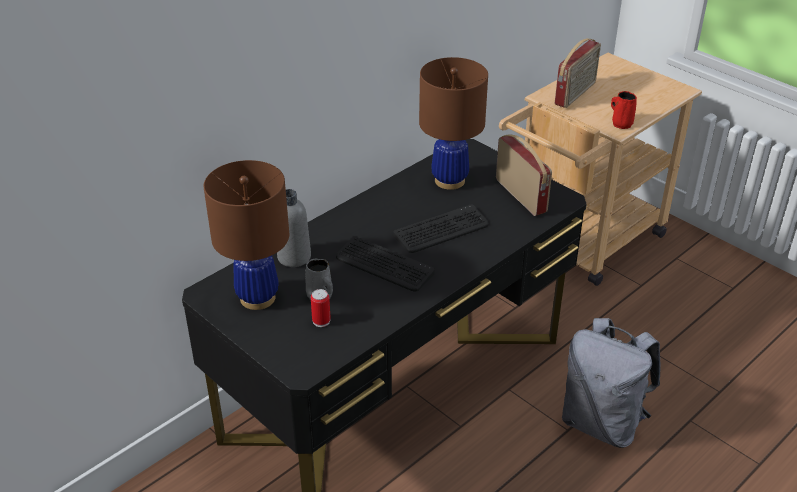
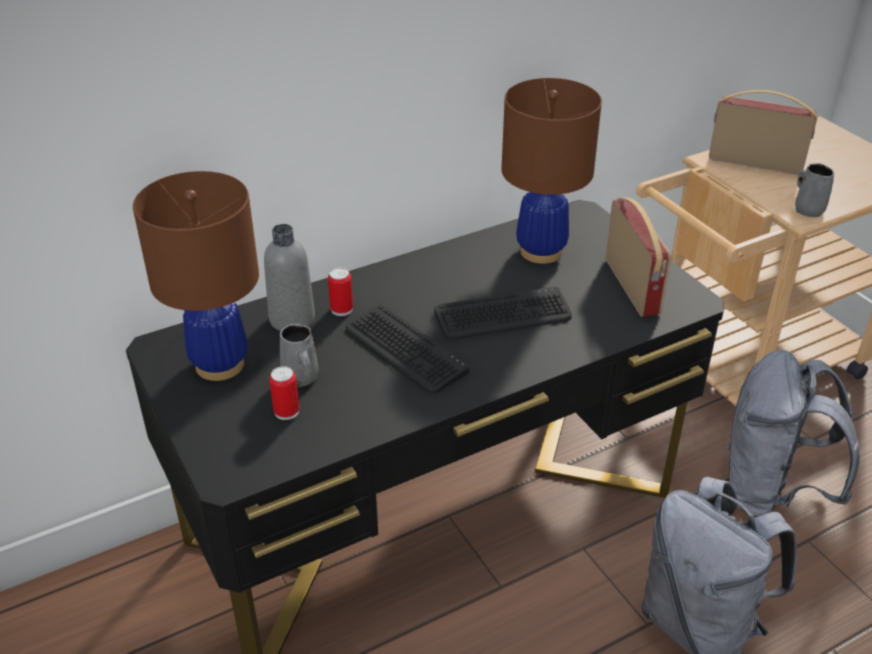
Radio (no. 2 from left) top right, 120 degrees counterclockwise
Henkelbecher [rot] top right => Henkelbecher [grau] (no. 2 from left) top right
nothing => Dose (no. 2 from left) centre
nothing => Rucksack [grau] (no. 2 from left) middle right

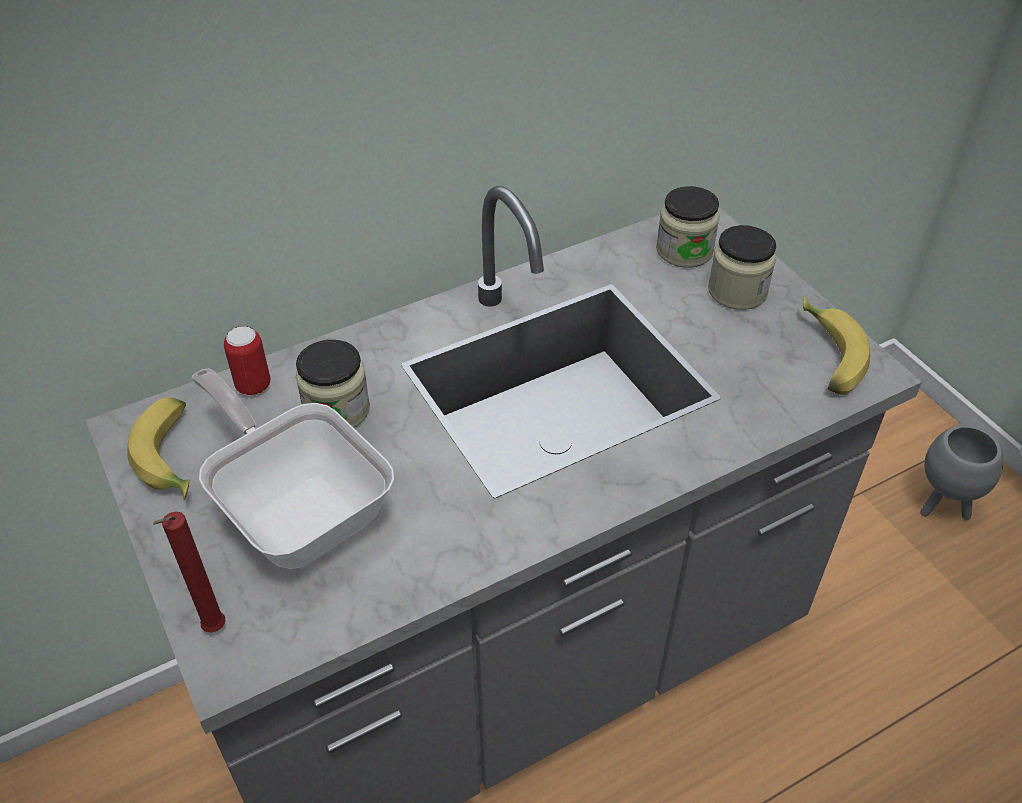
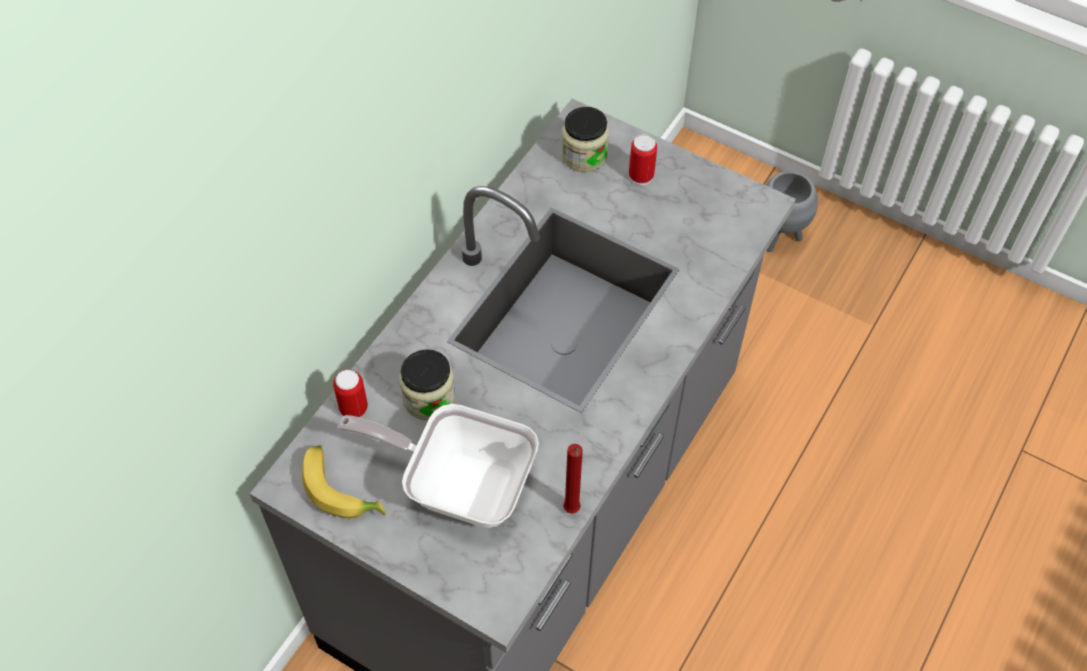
Kerze [rot] bottom left => Kerze [rot] bottom centre, shifted
Vorratsglas (no. 3 from left) top right => Dose (no. 2 from left) top centre
Banane (no. 2 from left) middle right => nothing

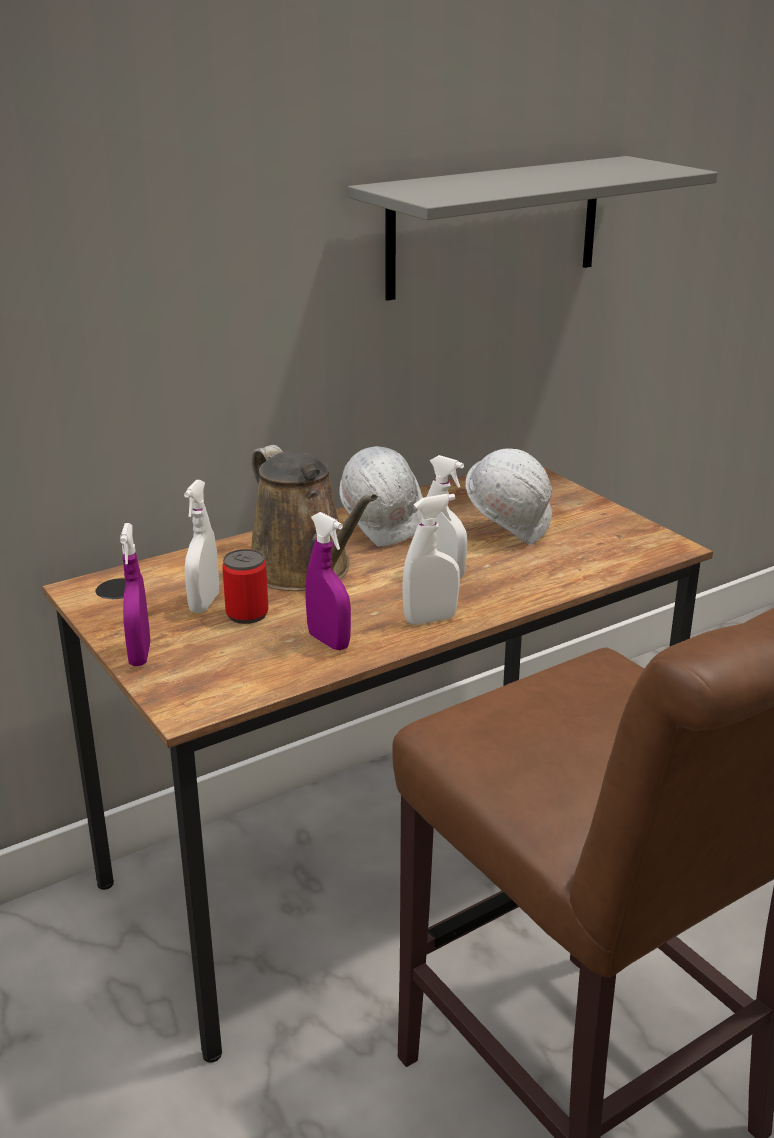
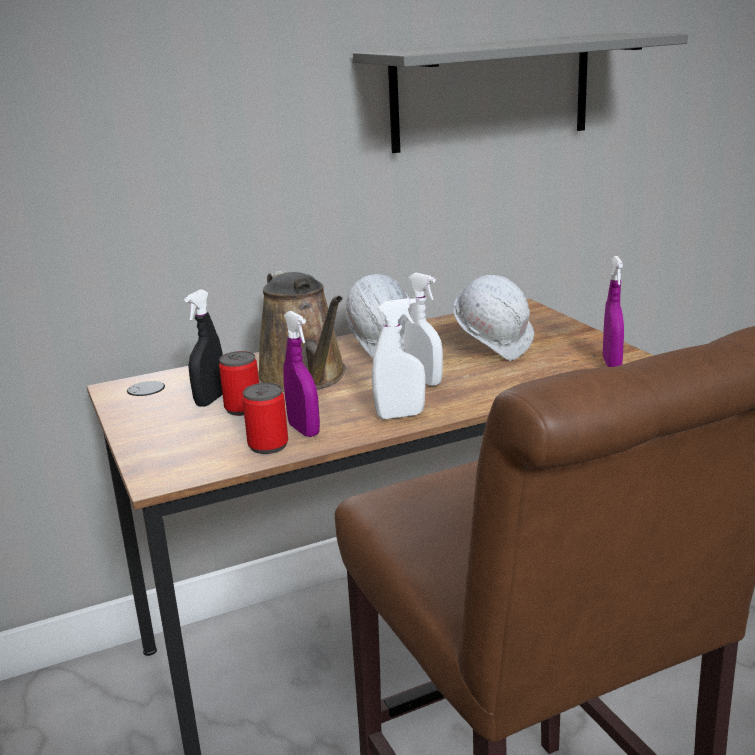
Sprühflasche [lila] (no. 1 from left in the first image) middle left => Sprühflasche [lila] (no. 2 from left) middle right, shifted
Sprühflasche [weiß] (no. 1 from left) middle left => Sprühflasche [schwarz] middle left
nothing => Dose (no. 2 from left) centre

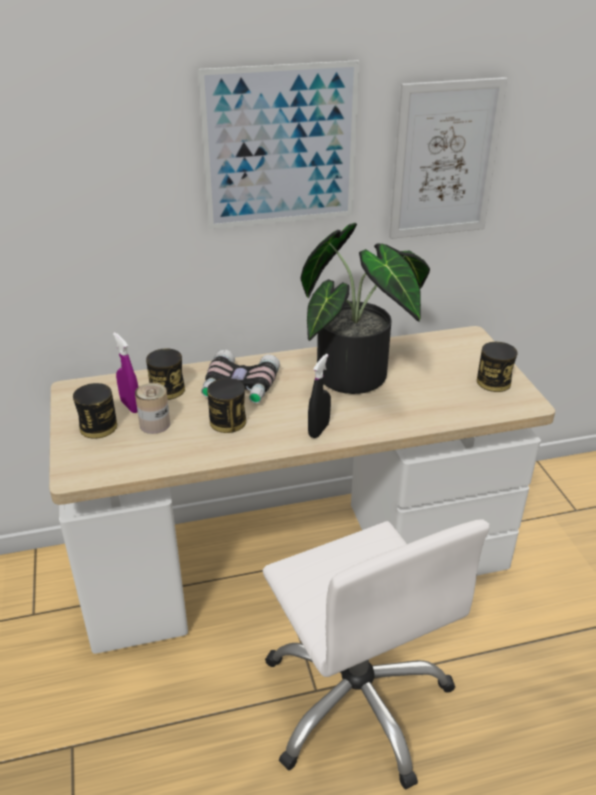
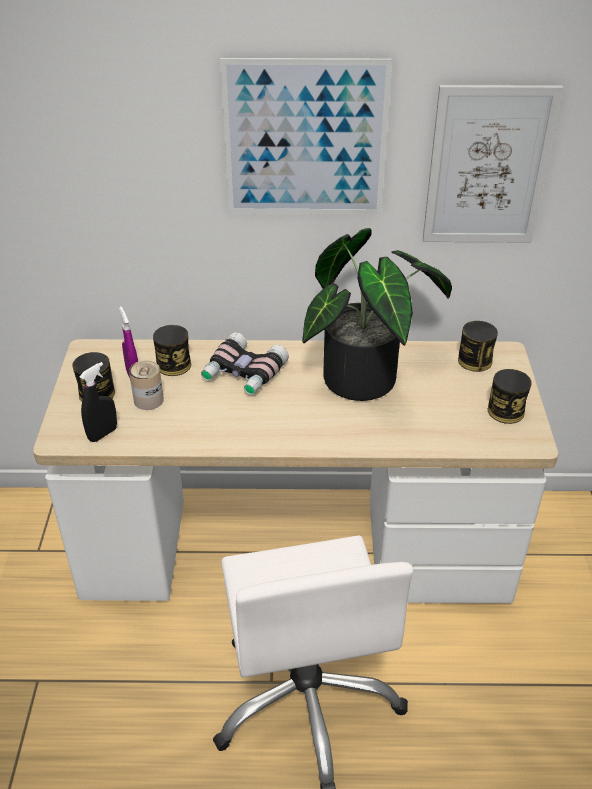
Dose (no. 4 from left) centre => Dose (no. 4 from left) middle right, shifted
Sprühflasche [schwarz] centre => Sprühflasche [schwarz] middle left, shifted

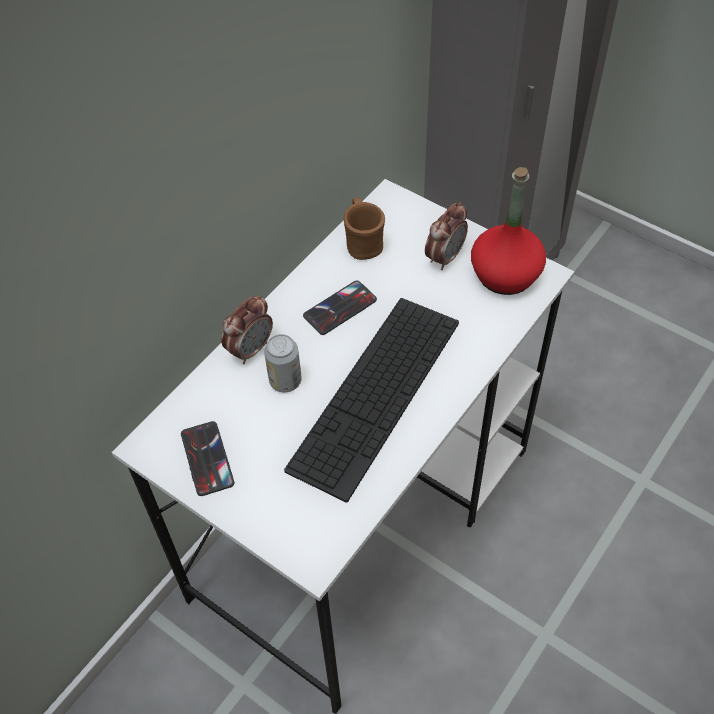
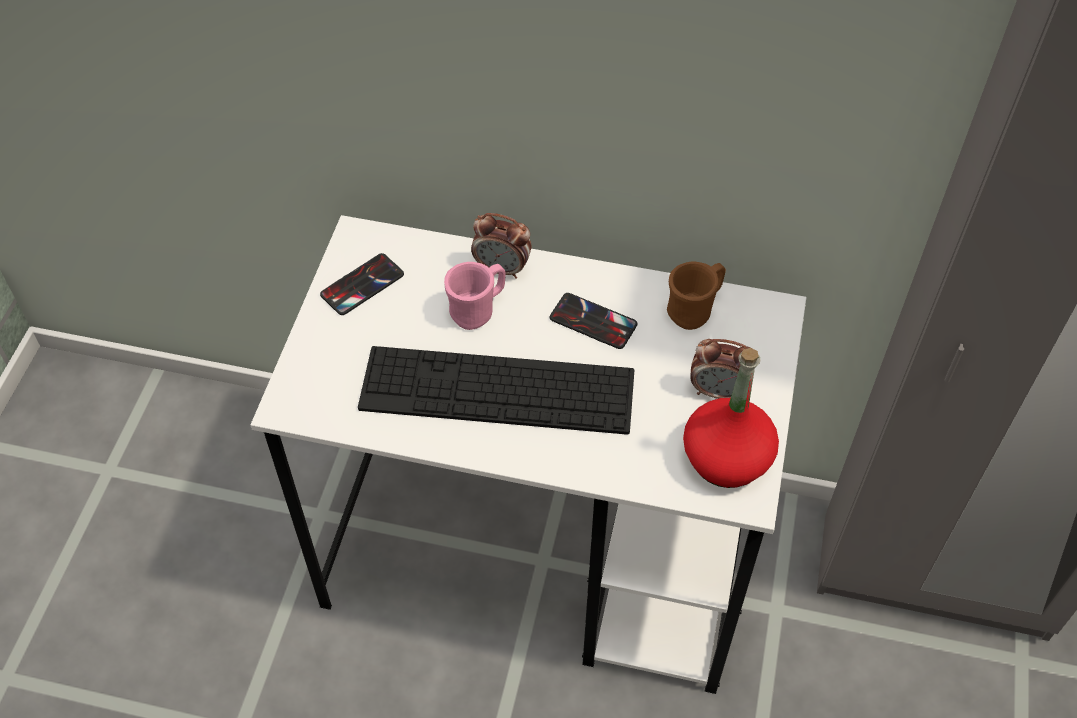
Dose centre => Henkelbecher [rosa] centre

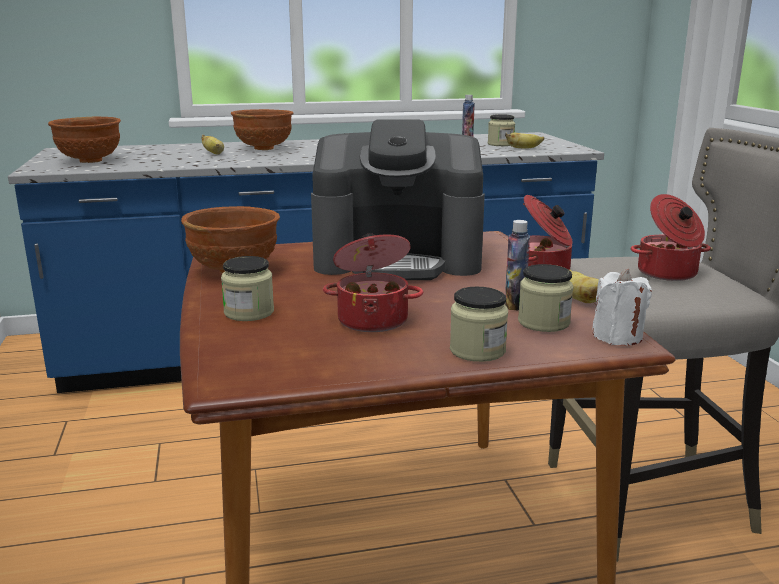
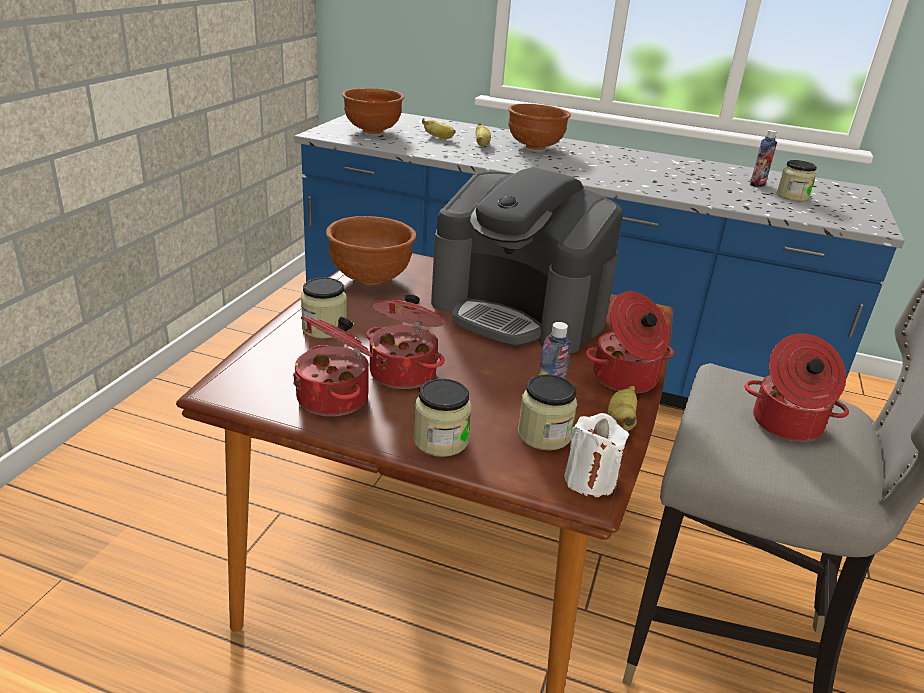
Banane (no. 2 from left in the first image) top right => Banane (no. 1 from left) top centre, shifted
nothing => Kochtopf (no. 1 from left) centre

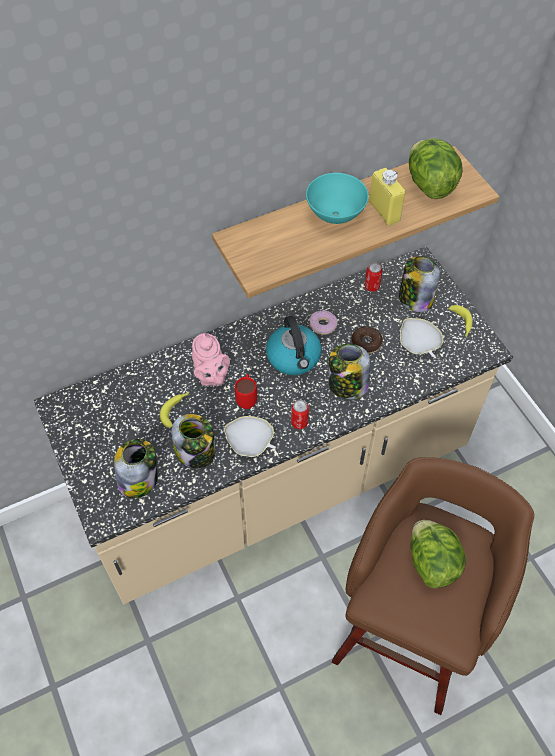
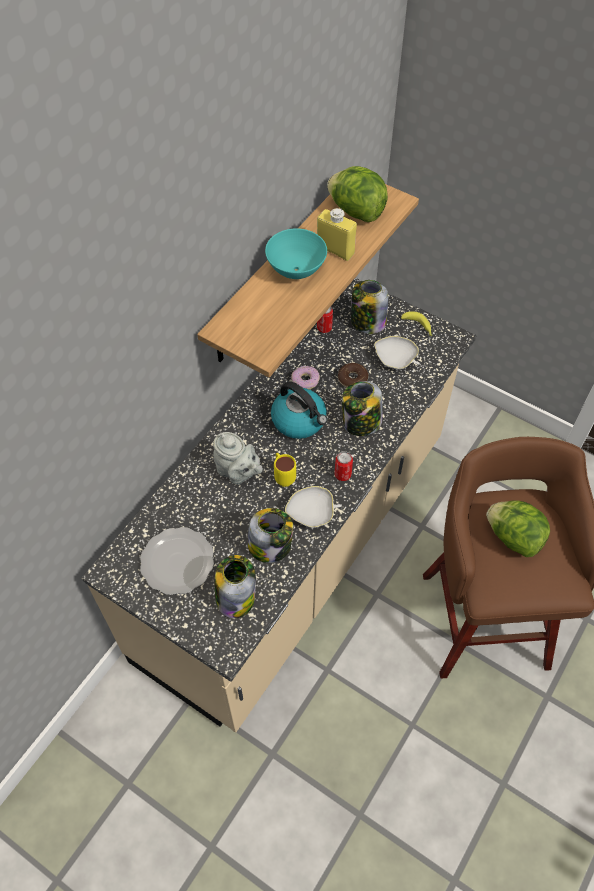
Banane (no. 1 from left) middle left => nothing
Teekanne [rosa] centre => Teekanne [grau] centre
Henkelbecher [rot] centre => Henkelbecher [gelb] centre
nothing => Teller middle left

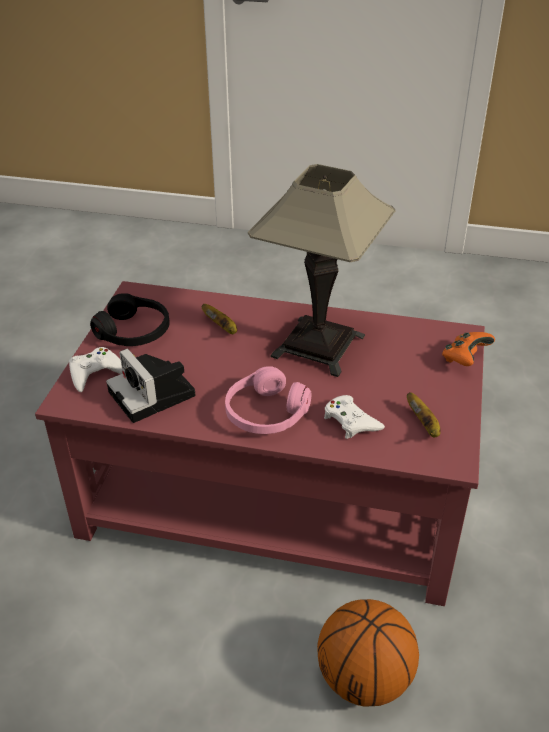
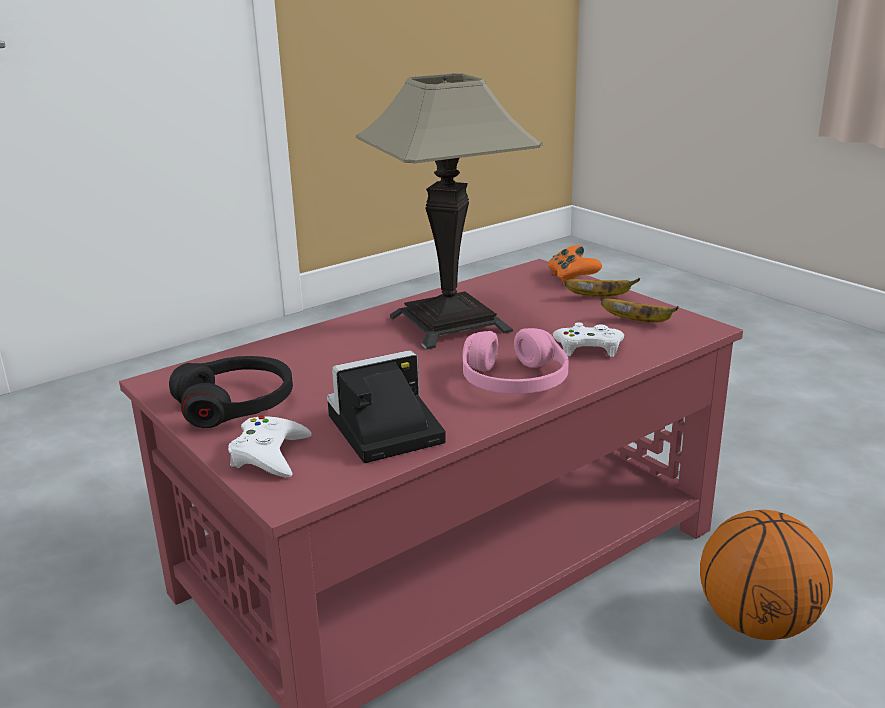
Kamera middle left => Kamera centre, 150 degrees clockwise
Banane (no. 1 from left) centre => Banane (no. 1 from left) middle right, shifted

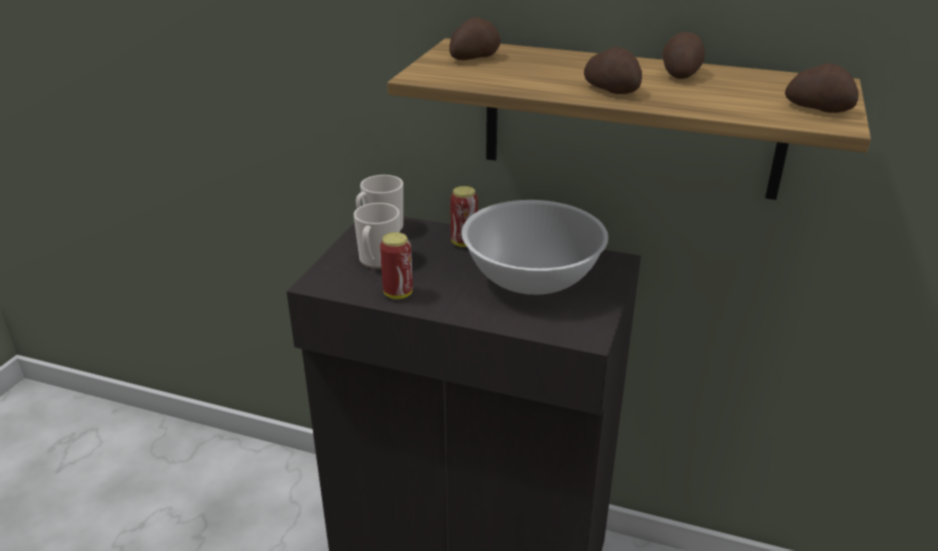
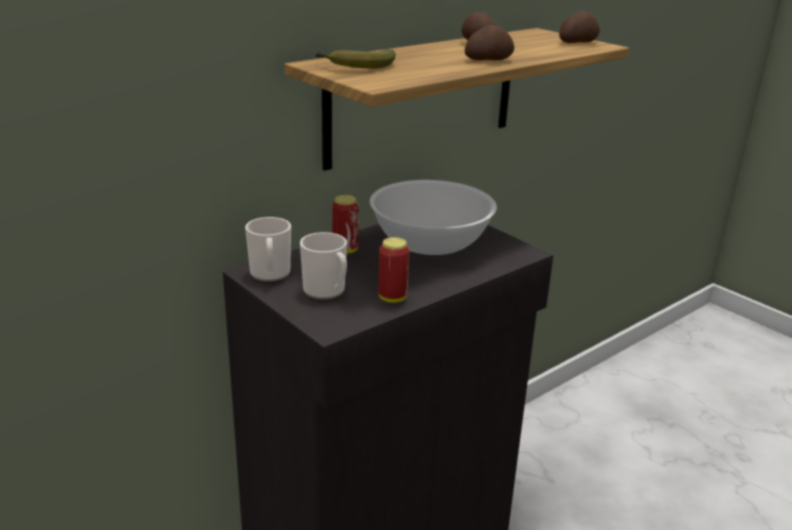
Kartoffel (no. 1 from left) top centre => Banane top centre

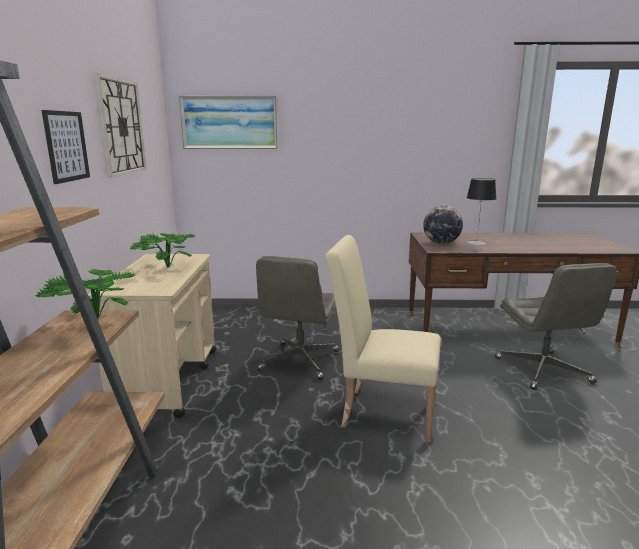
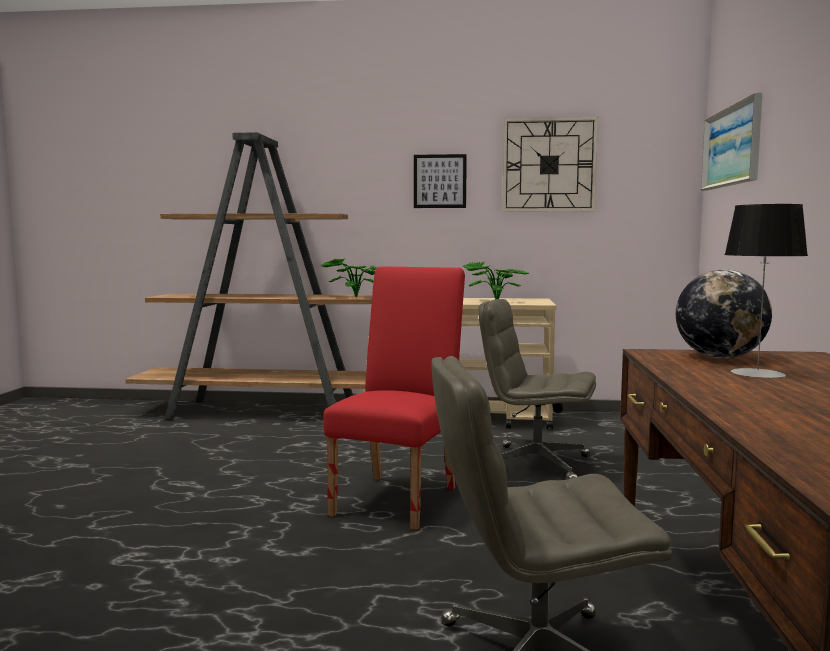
Stuhl [beige] centre => Stuhl [rot] centre

